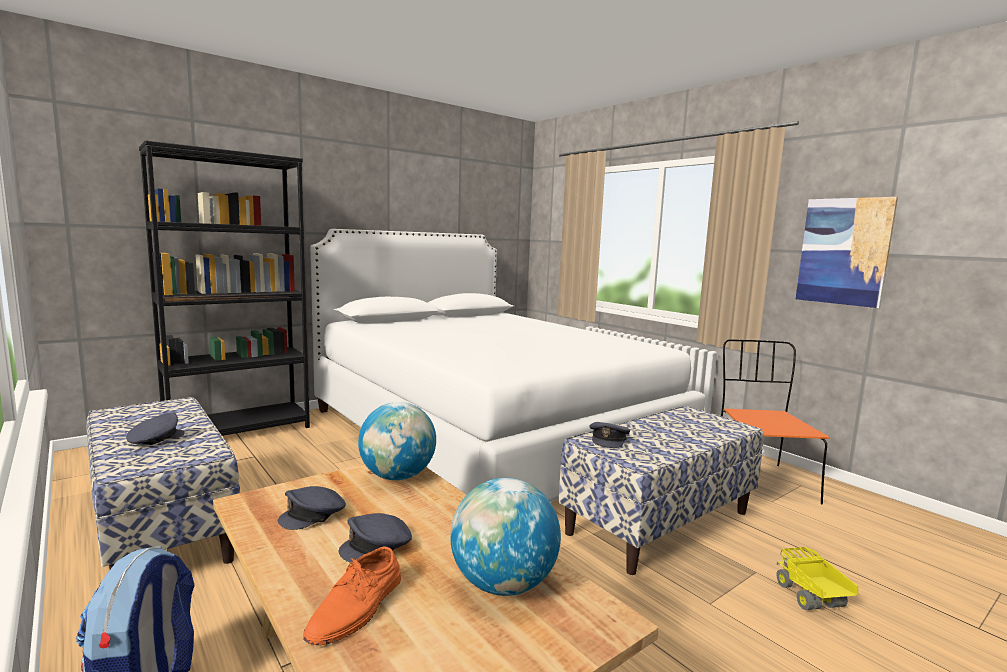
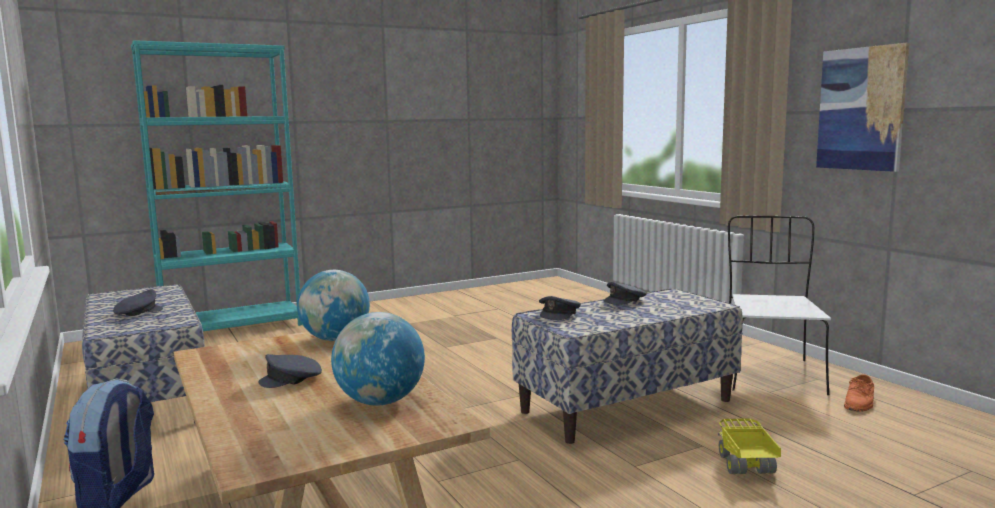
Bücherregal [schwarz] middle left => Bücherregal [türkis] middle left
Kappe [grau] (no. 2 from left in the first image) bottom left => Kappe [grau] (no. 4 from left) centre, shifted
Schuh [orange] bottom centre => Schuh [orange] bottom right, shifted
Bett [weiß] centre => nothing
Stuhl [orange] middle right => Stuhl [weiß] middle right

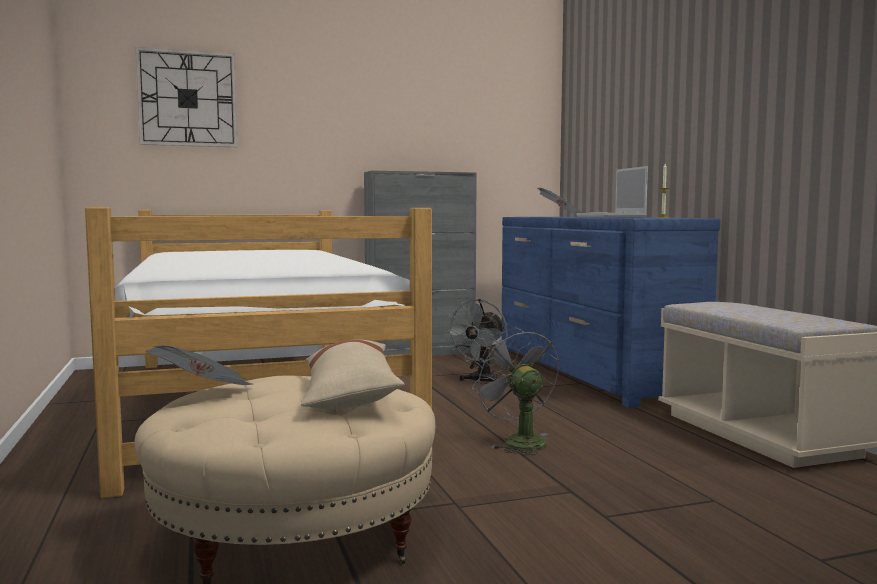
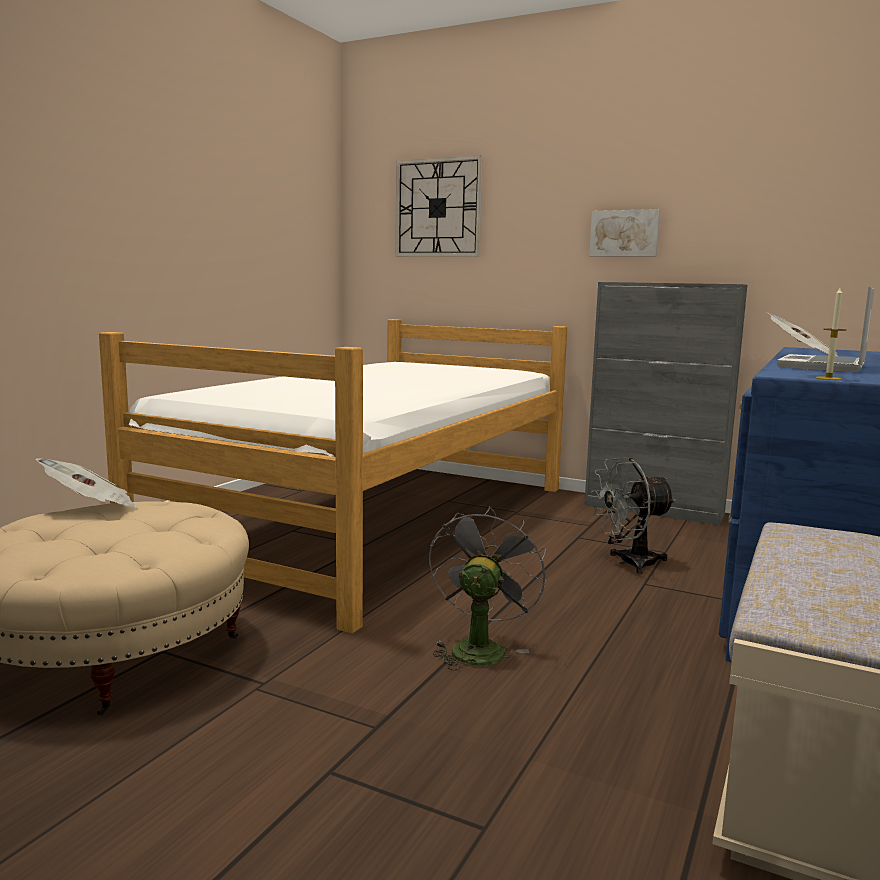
Kissen [beige] centre => nothing
nothing => Bild top right

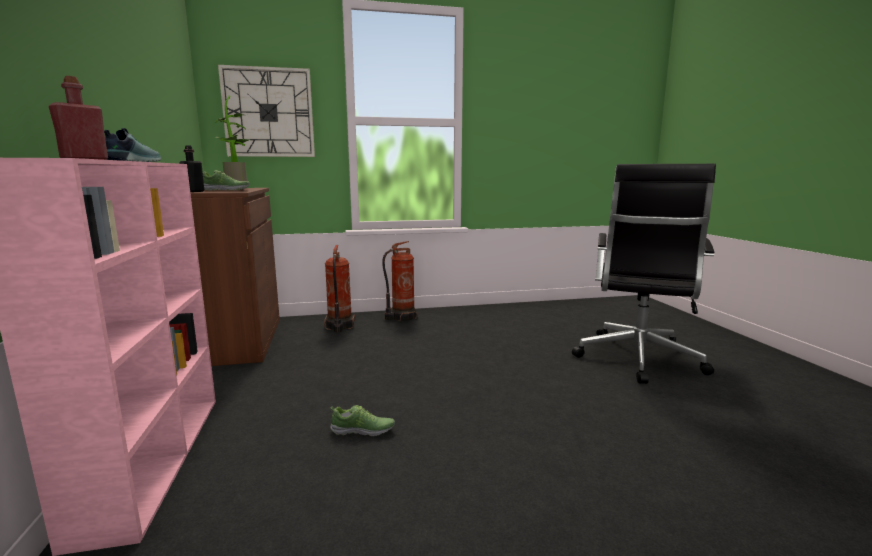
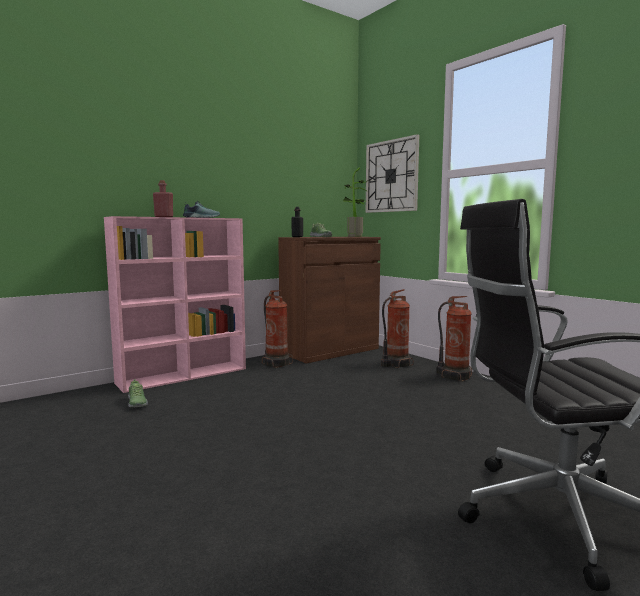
Schuh (no. 3 from left in the first image) bottom centre => Schuh (no. 1 from left) middle left, shifted
nothing => Feuerlöscher (no. 1 from left) centre

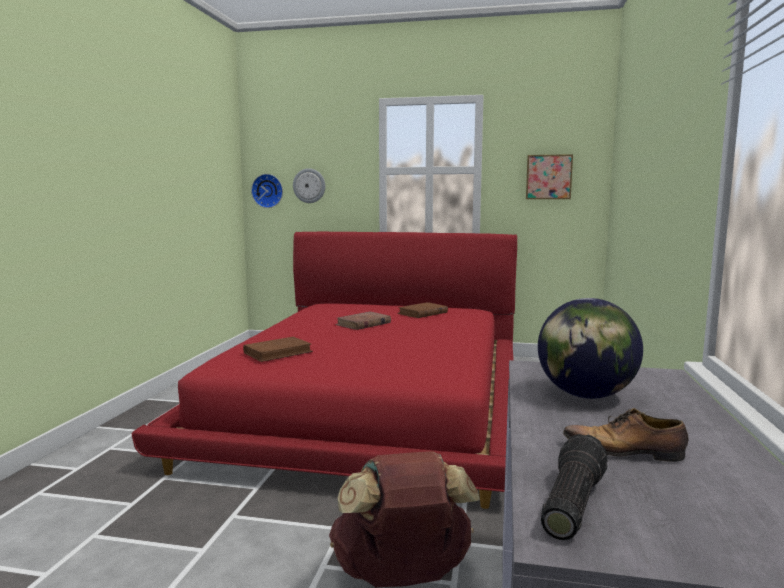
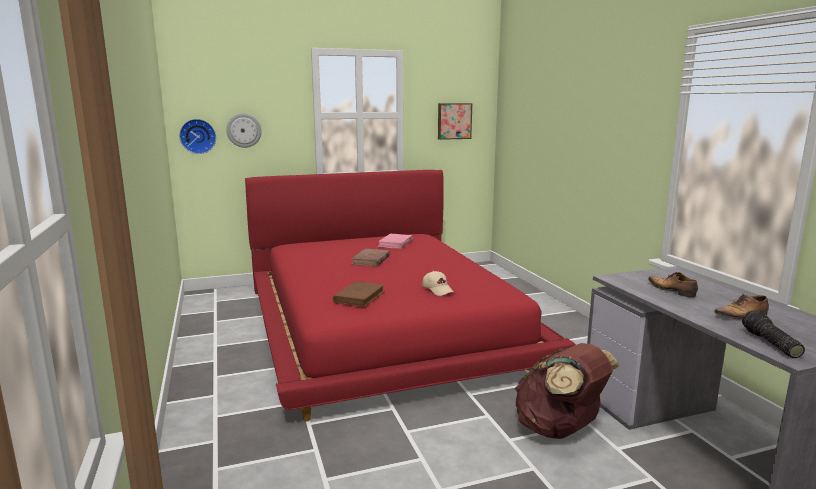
Buch [braun] (no. 3 from left) centre => Buch [rosa] centre
Globus middle right => Schuh (no. 1 from left) middle right
nothing => Kappe [beige] centre

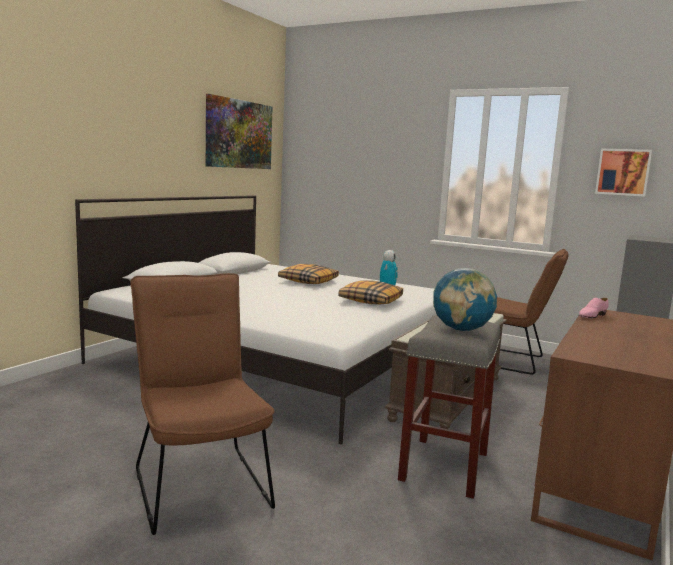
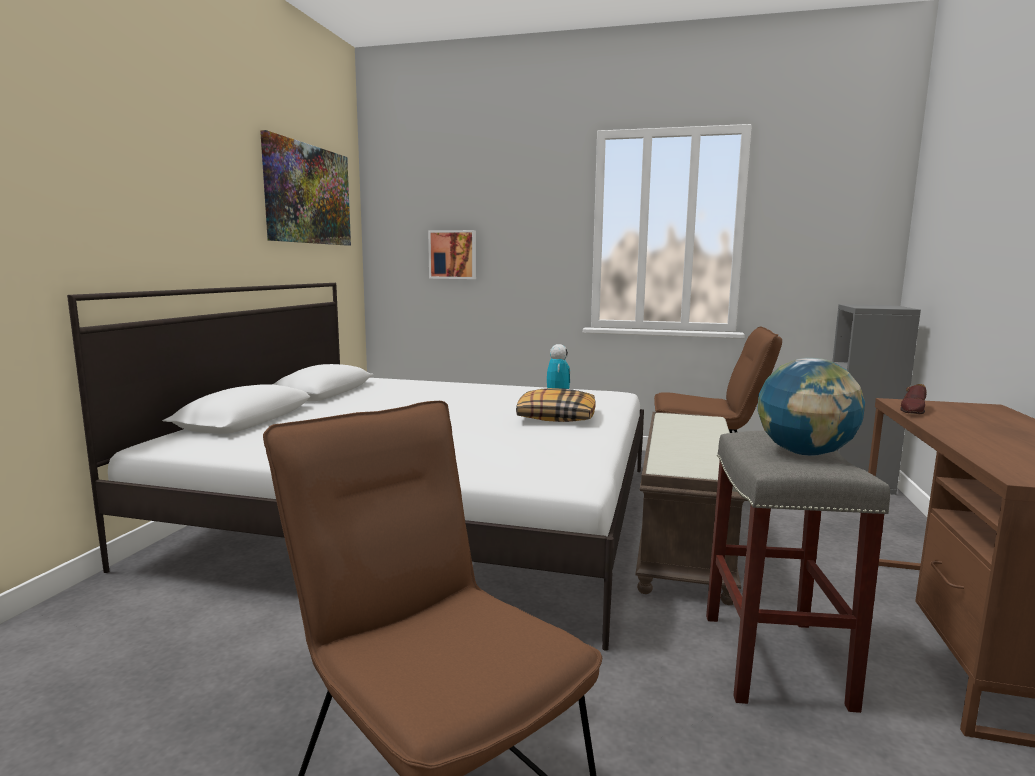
Kissen (no. 1 from left) centre => nothing
Schuh [rosa] middle right => Schuh [braun] middle right
Bild (no. 2 from left) top right => Bild (no. 2 from left) top centre, shifted

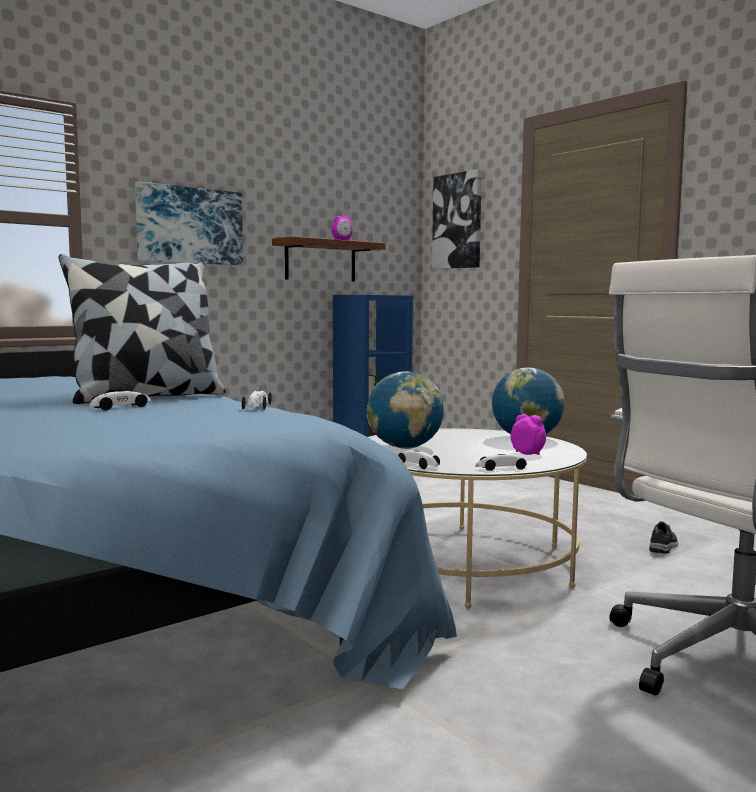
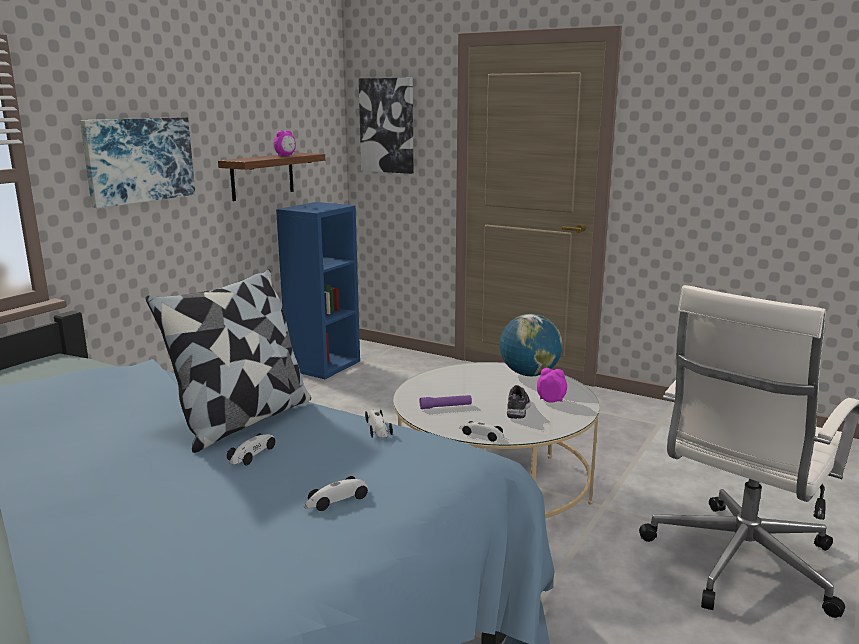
Globus (no. 1 from left) centre => Taschenlampe [lila] centre
Spielzeugauto (no. 4 from left in the first image) centre => Spielzeugauto (no. 2 from left) bottom centre, shifted
Schuh bottom right => Schuh centre, shifted

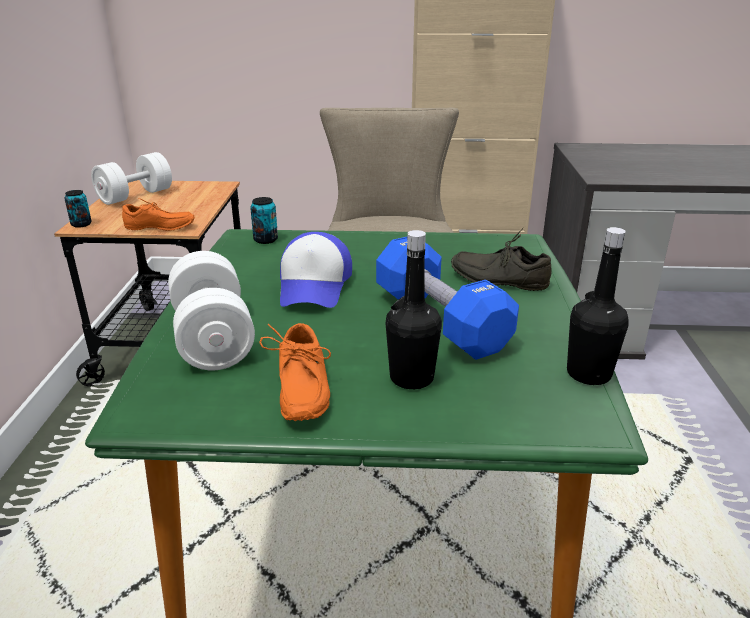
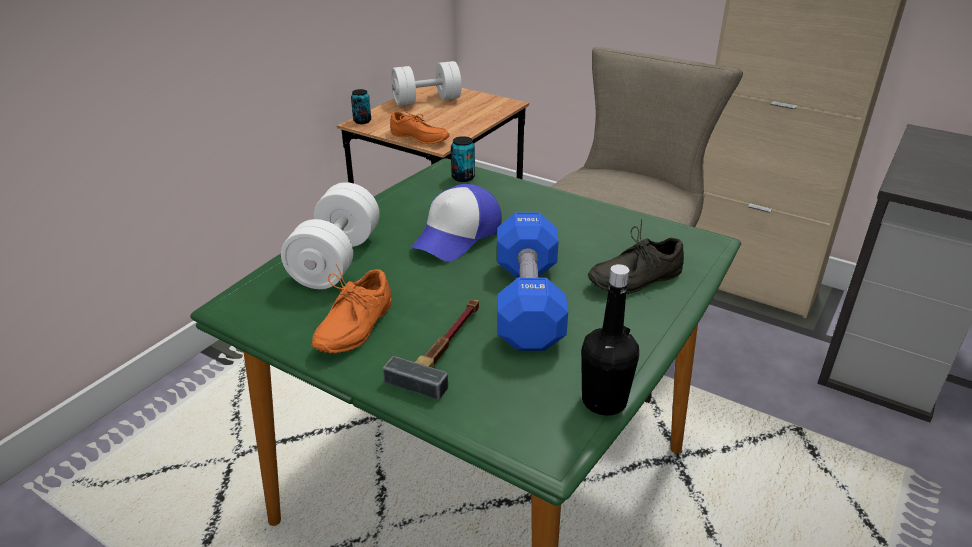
Flasche [schwarz] (no. 1 from left) centre => Hammer centre
Schuh [grau] middle right => Schuh [grau] centre, 75 degrees counterclockwise

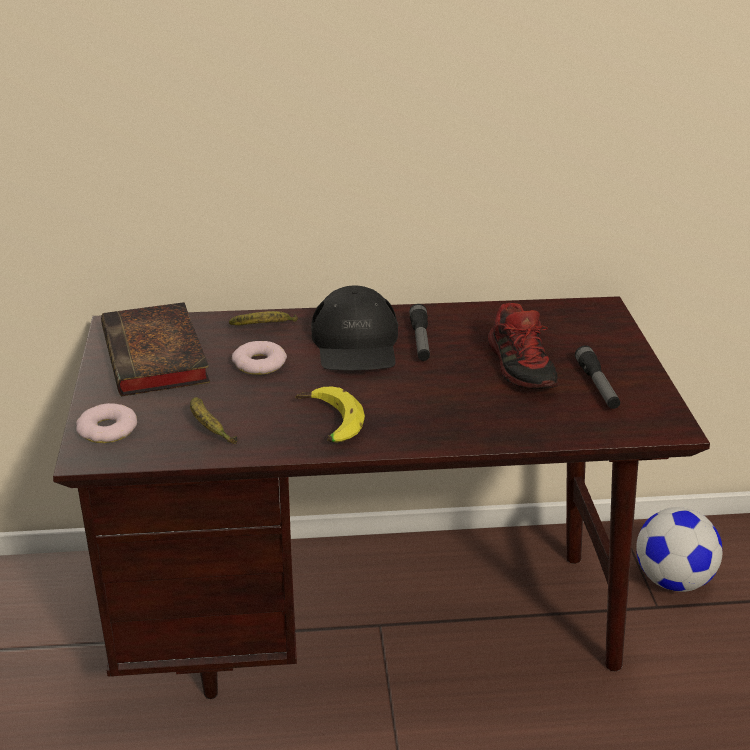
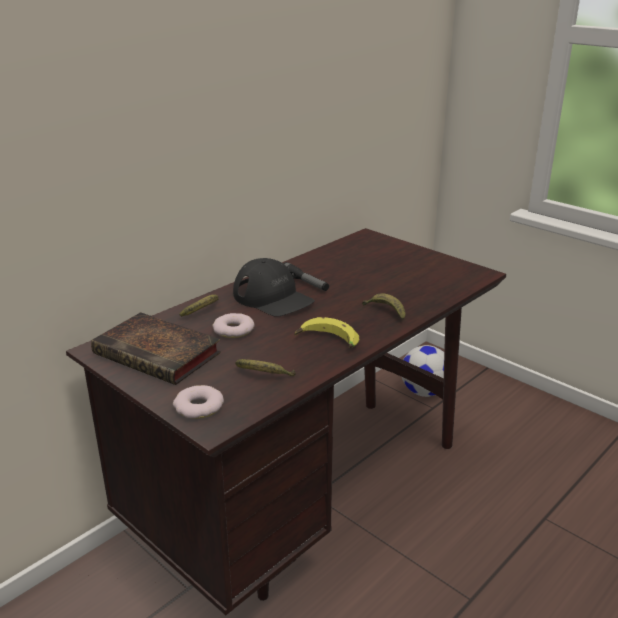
Schuh middle right => nothing
Taschenlampe (no. 2 from left) middle right => nothing
nothing => Banane (no. 4 from left) centre

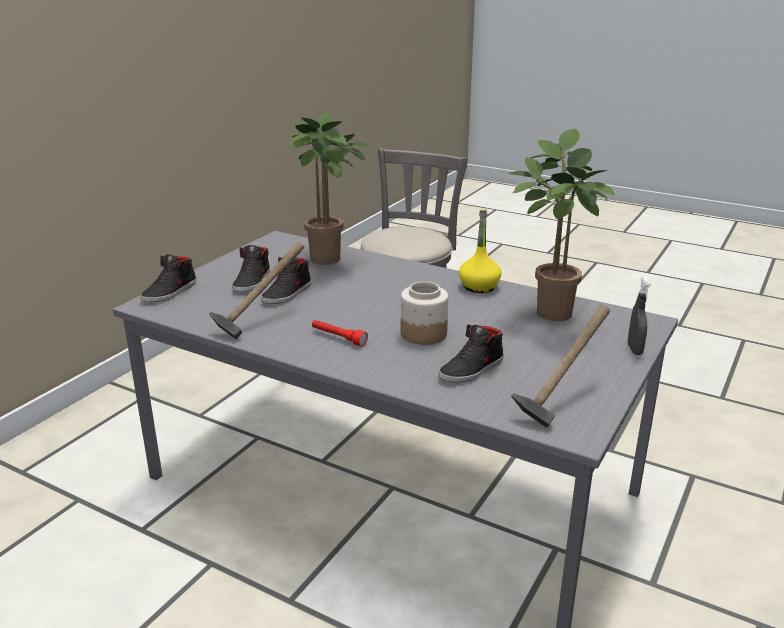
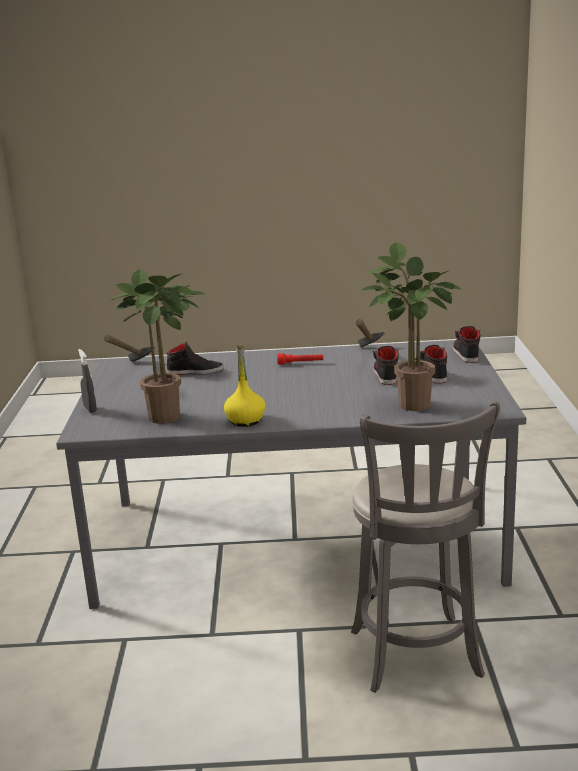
Vorratsglas centre => nothing
Schuh [schwarz] (no. 4 from left in the first image) centre => Schuh [schwarz] (no. 1 from left) centre, 75 degrees clockwise

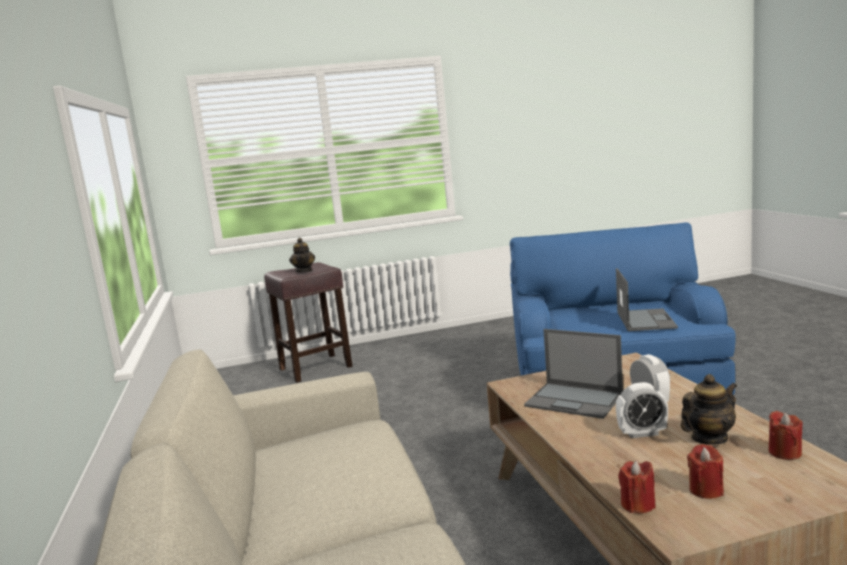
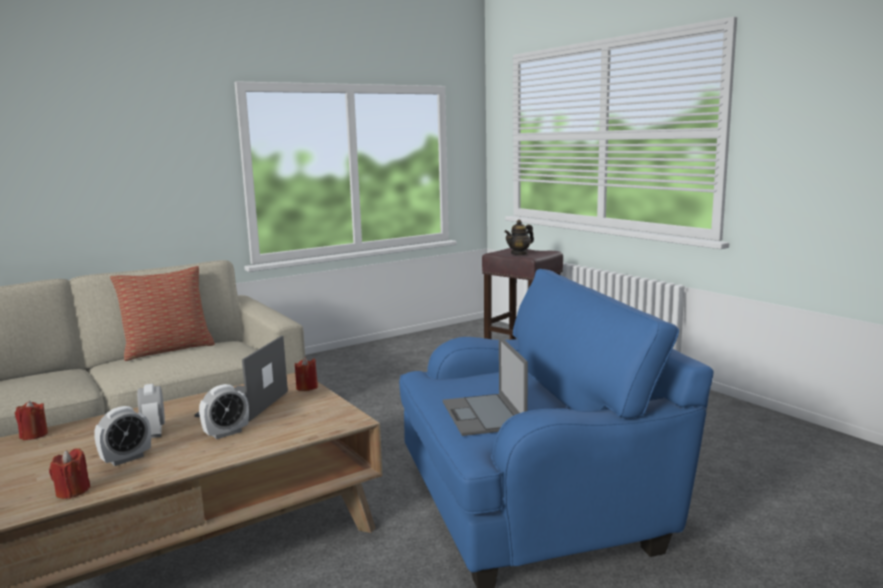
Laptop (no. 2 from left) middle right => Laptop (no. 2 from left) centre, 90 degrees clockwise
Teekanne (no. 2 from left) bottom right => Wecker (no. 1 from left) bottom left
Kerze [rot] (no. 2 from left in the first image) bottom right => Kerze [rot] (no. 3 from left) centre, shifted
nothing => Kissen middle left

